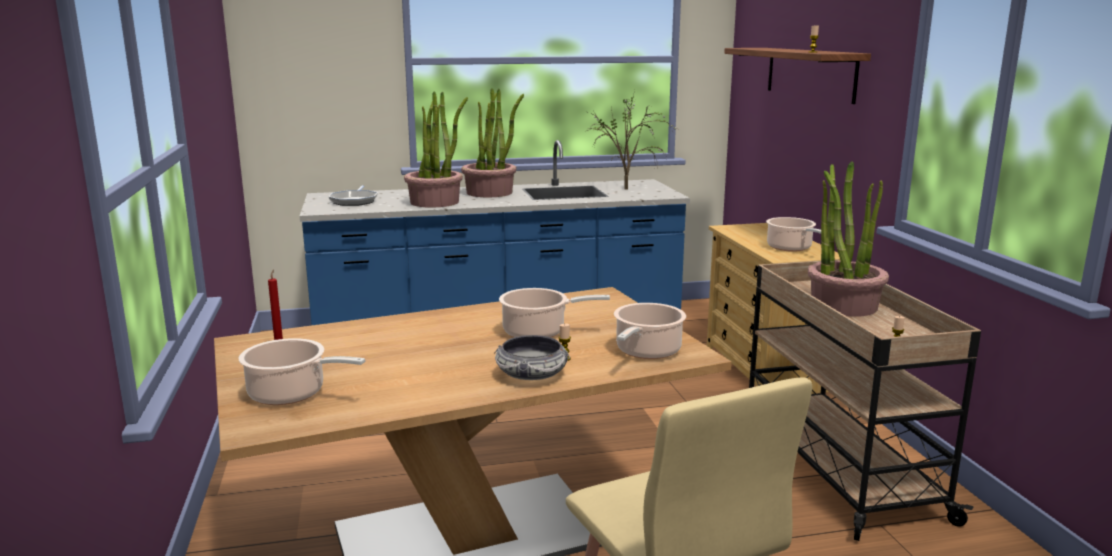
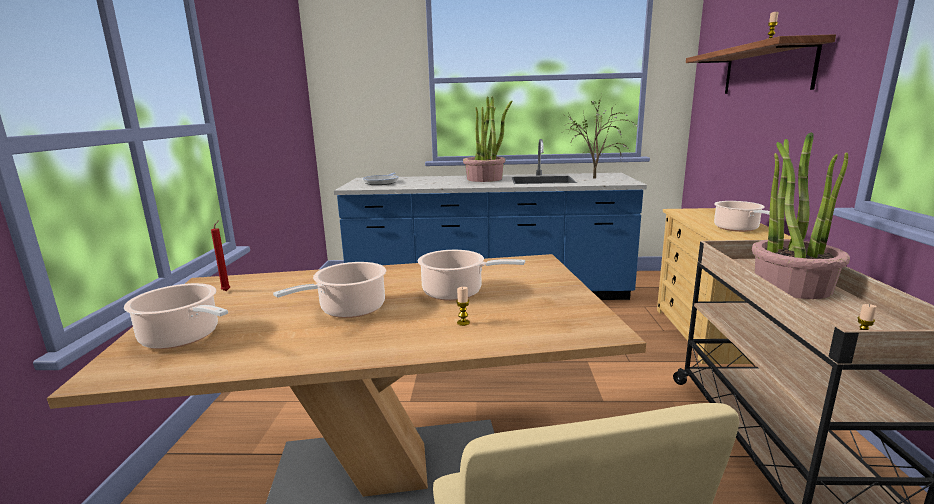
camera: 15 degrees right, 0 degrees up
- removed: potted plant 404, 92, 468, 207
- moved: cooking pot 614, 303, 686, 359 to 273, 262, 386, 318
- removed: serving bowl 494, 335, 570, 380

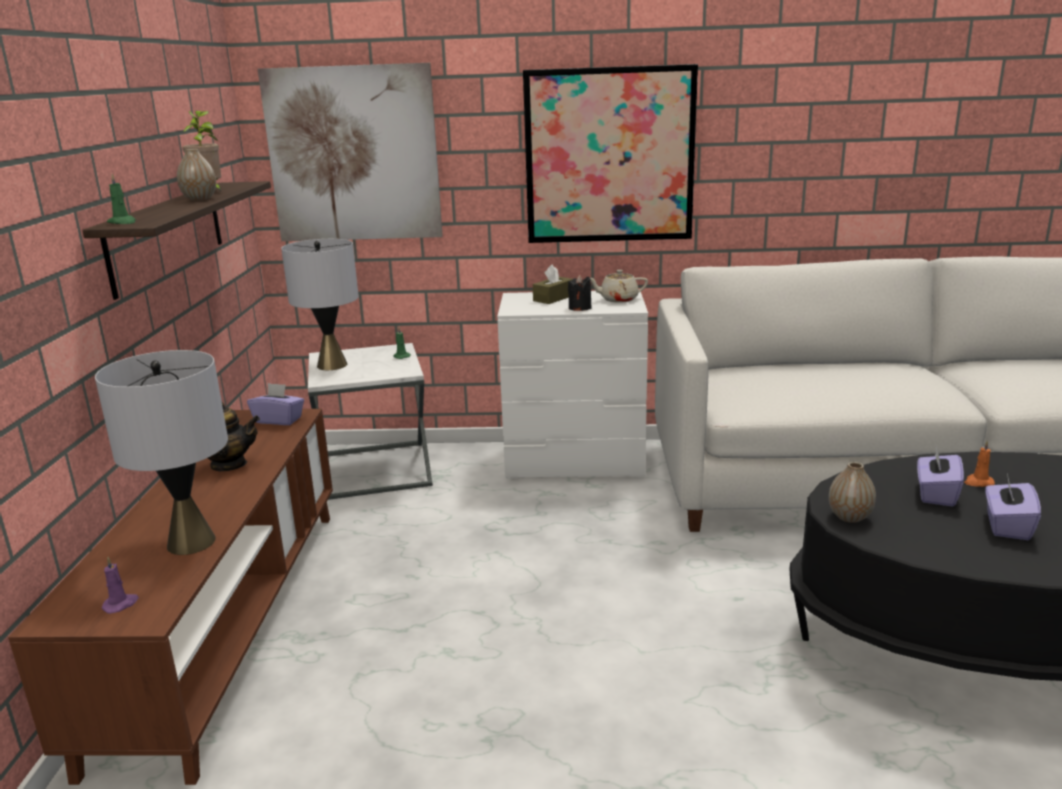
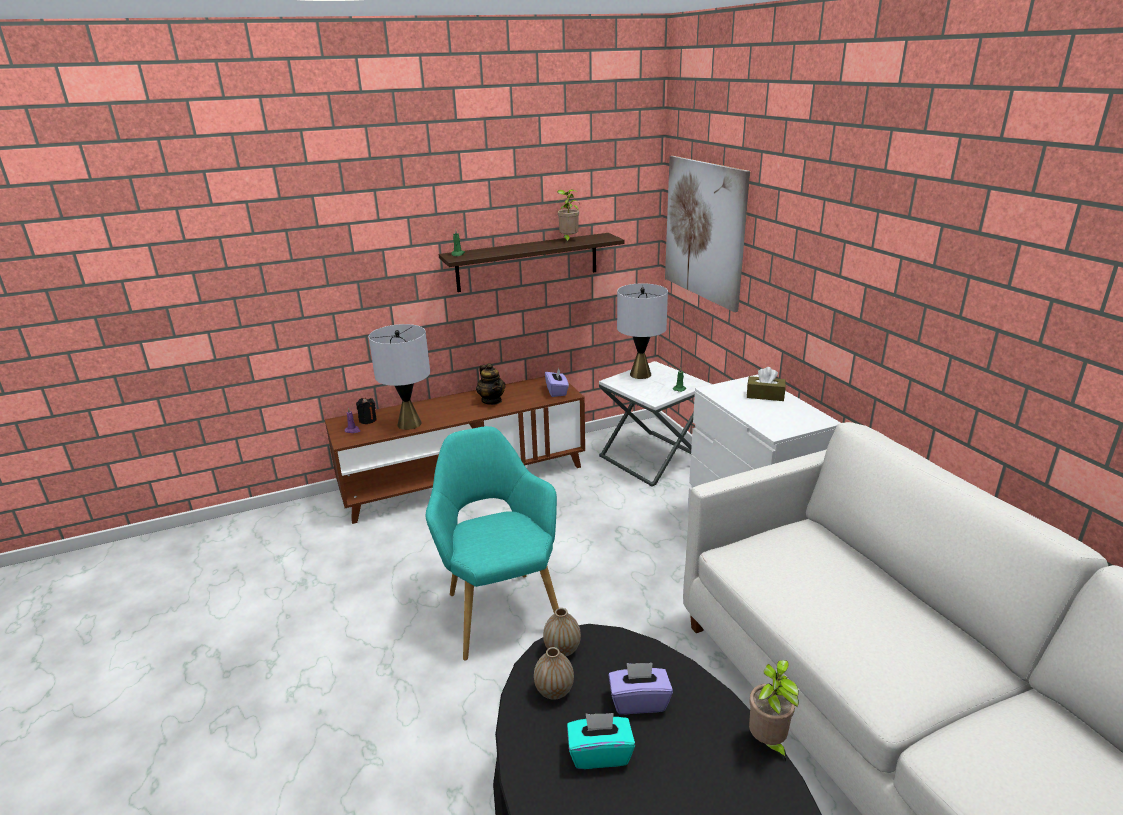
camera: 65 degrees right, 5 degrees up
- removed: wall picture 523, 64, 698, 243
- moved: decorative vase 177, 149, 216, 201 to 534, 647, 574, 700
- removed: beige-coloured teapot 590, 270, 648, 303
- moved: blackish candle 568, 275, 592, 311 to 356, 397, 377, 424
- removed: orange candle 964, 441, 995, 487
- recoloured: purple-coloured box of tissues 985, 473, 1041, 540 to turquoise-coloured box of tissues 567, 713, 635, 769
- added: turquoise-coloured easy chair 426, 426, 559, 660
- added: potted plant 749, 660, 799, 762

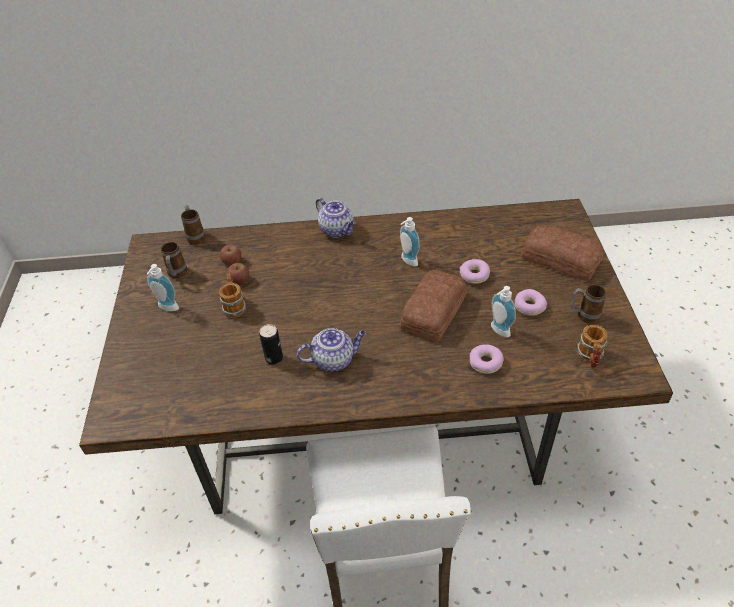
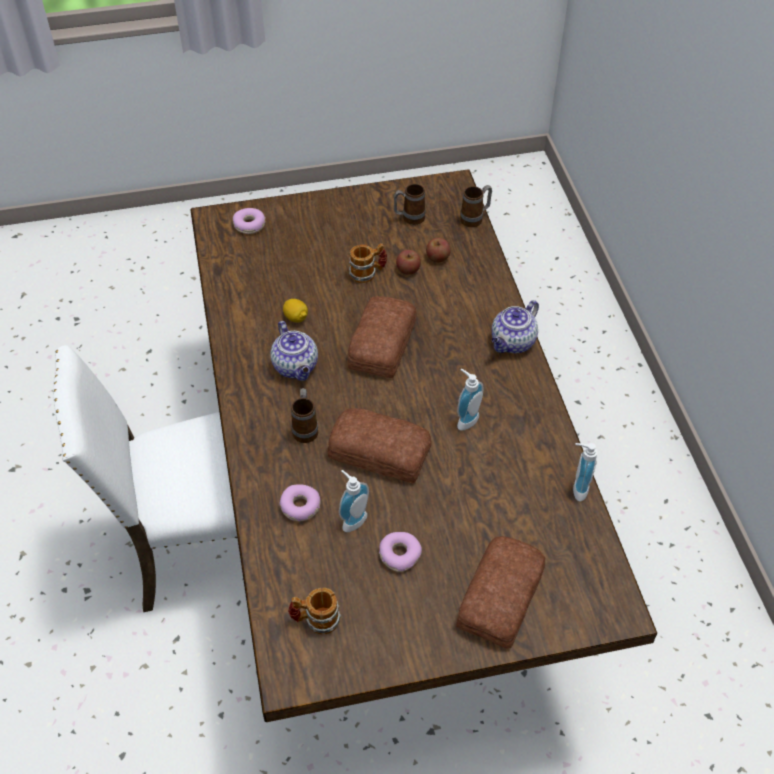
camera: 80 degrees right, 5 degrees up
- moved: ring doughnut 460, 259, 490, 284 to 233, 208, 266, 234
- moved: soap dispenser 147, 264, 179, 311 to 573, 443, 598, 502
- moved: mug 571, 284, 606, 324 to 291, 388, 318, 443
- replaced: sealed can 259, 324, 283, 364 to whole lemon 283, 299, 308, 323
- added: bread 347, 296, 417, 378

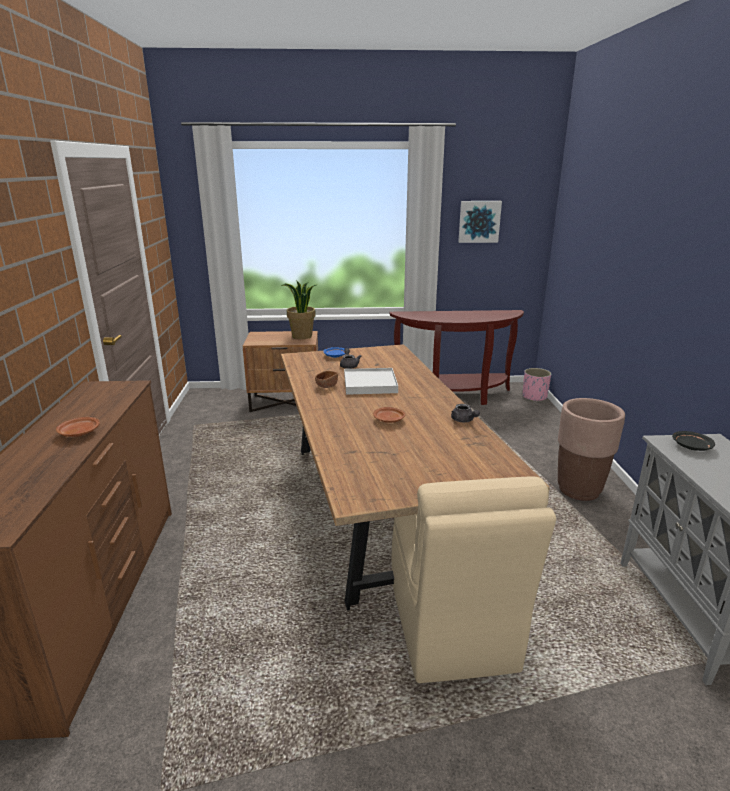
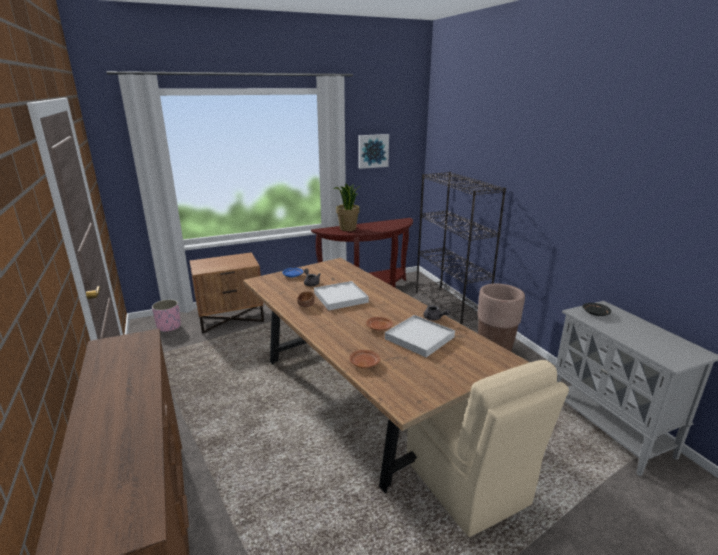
camera: 20 degrees left, 0 degrees up
- moved: potted plant 281, 280, 316, 339 to 333, 183, 360, 231
- moved: pink planter 523, 368, 551, 401 to 152, 299, 181, 333
- moved: brownish plate 56, 417, 100, 437 to 349, 350, 380, 368
- added: blackish bookcase 416, 172, 506, 324
- added: white-coloured serving tray 385, 315, 455, 357

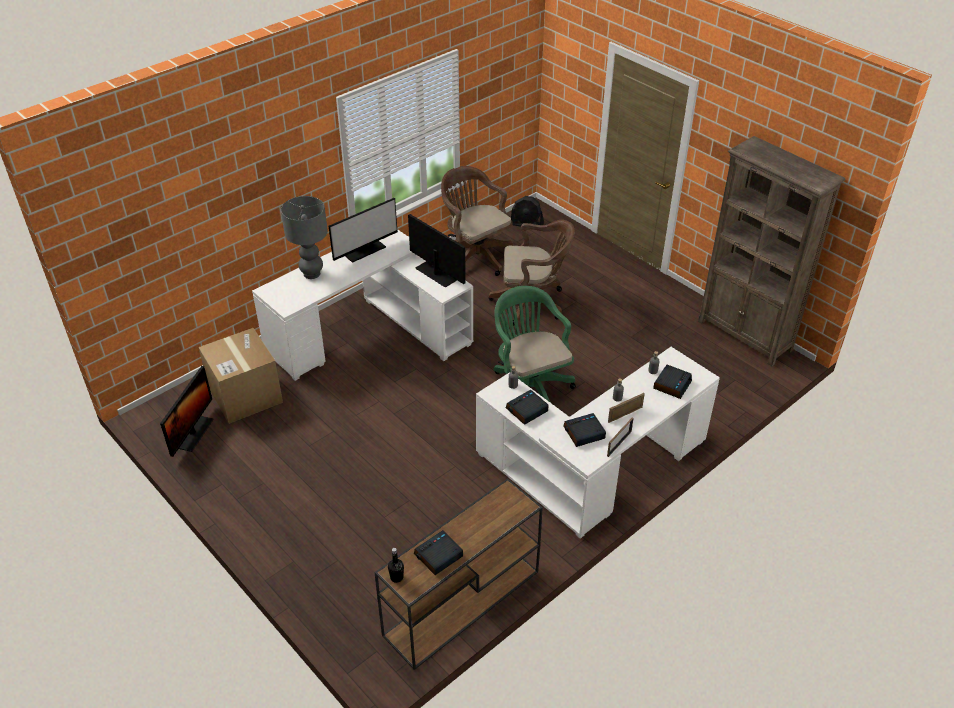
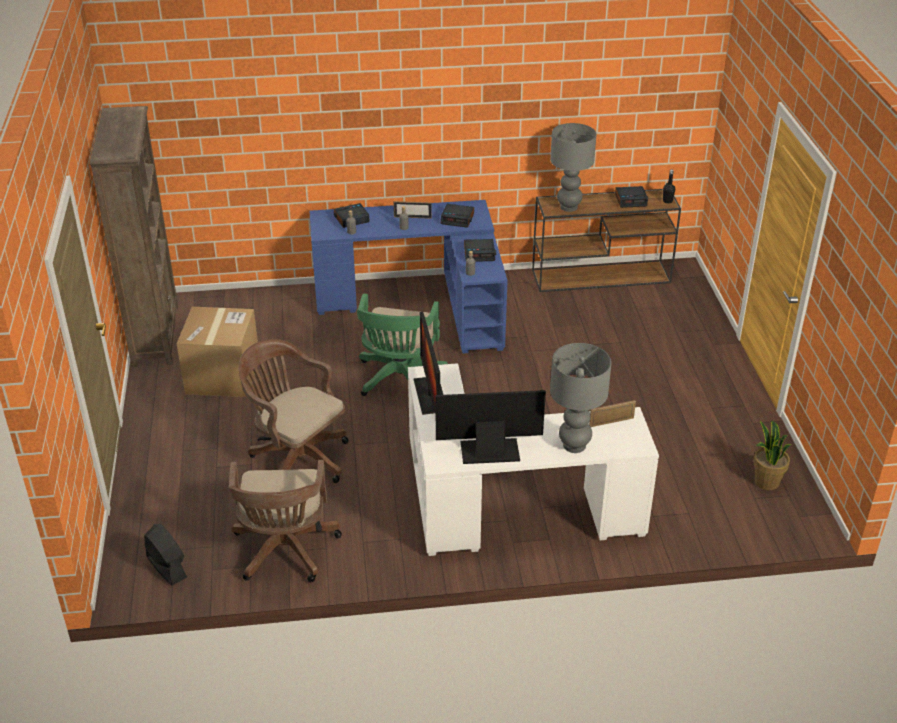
camera: 145 degrees left, 5 degrees down
- moved: carton 198, 328, 283, 424 to 177, 307, 258, 397
- recoloured: white-coloured desk 476, 347, 720, 538 to bluish desk 309, 200, 508, 354
- replaced: computer screen 160, 366, 214, 457 to potted plant 753, 421, 792, 490
- moved: standing frame 607, 417, 634, 457 to 589, 400, 636, 427
- added: greyish lamp for a table 550, 123, 597, 212

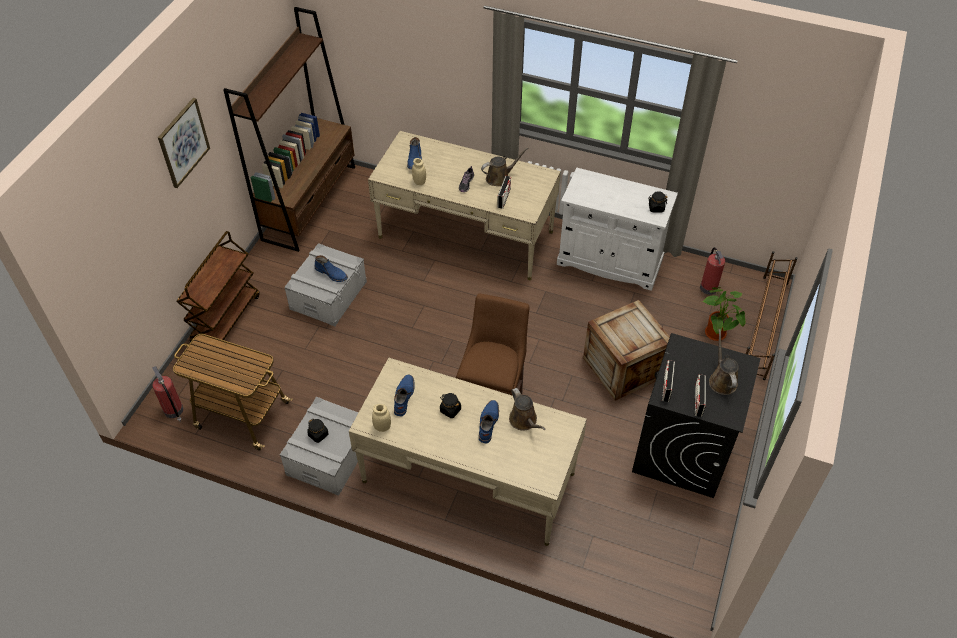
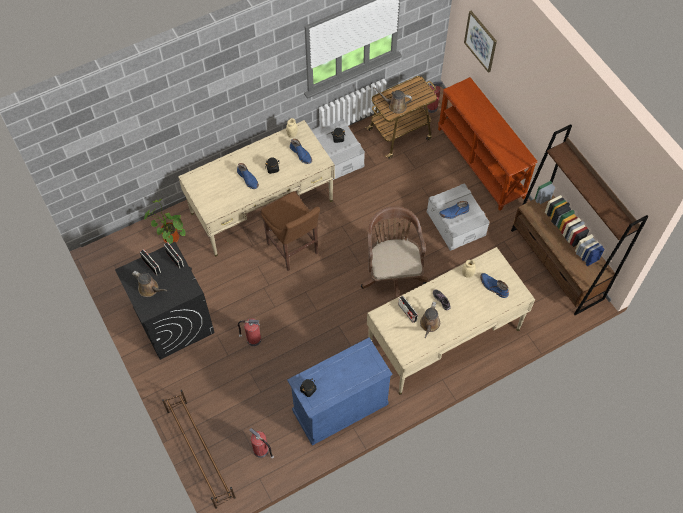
camera: 130 degrees right, 10 degrees up
- moved: wall picture 158, 98, 210, 188 to 464, 11, 497, 73
- recoloured: white-coloured cabinet 557, 167, 678, 291 to bluish cabinet 287, 338, 392, 446
- replaced: brownish cart 176, 231, 260, 342 to brownish narrow table 438, 77, 538, 211
- moved: potted plant 702, 287, 746, 341 to 144, 199, 186, 244
- replaced: crate 583, 300, 670, 401 to fire-fighting cylinder 238, 318, 261, 346
- moved: brownish watering can 509, 388, 546, 431 to 374, 87, 412, 114
- added: brownish desk chair 361, 206, 428, 298

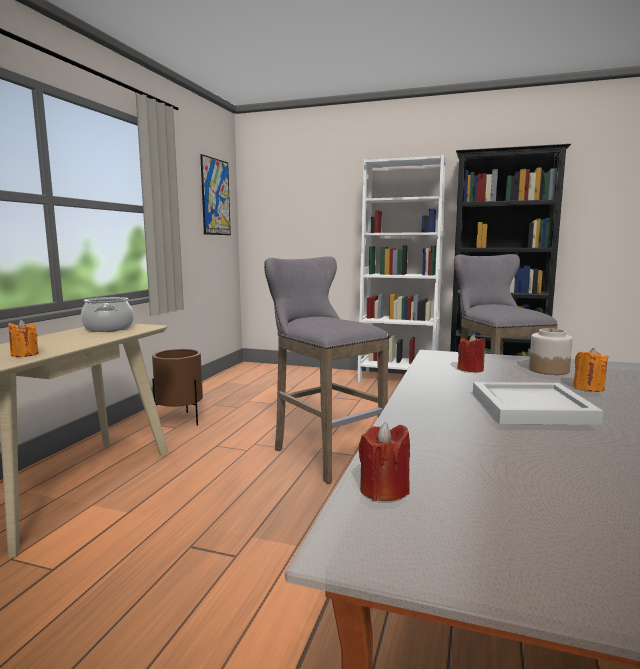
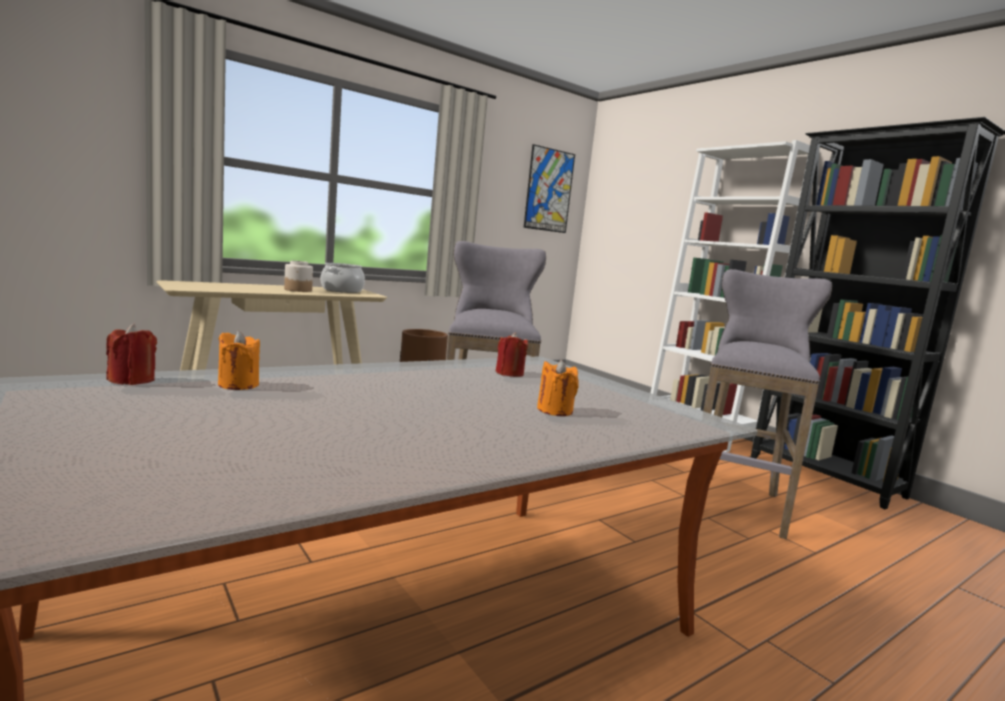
camera: 35 degrees right, 0 degrees up
- moved: orange candle 8, 320, 39, 357 to 218, 331, 260, 390
- moved: storage jar 529, 328, 573, 375 to 284, 261, 313, 292
- removed: white-coloured serving tray 473, 382, 603, 425

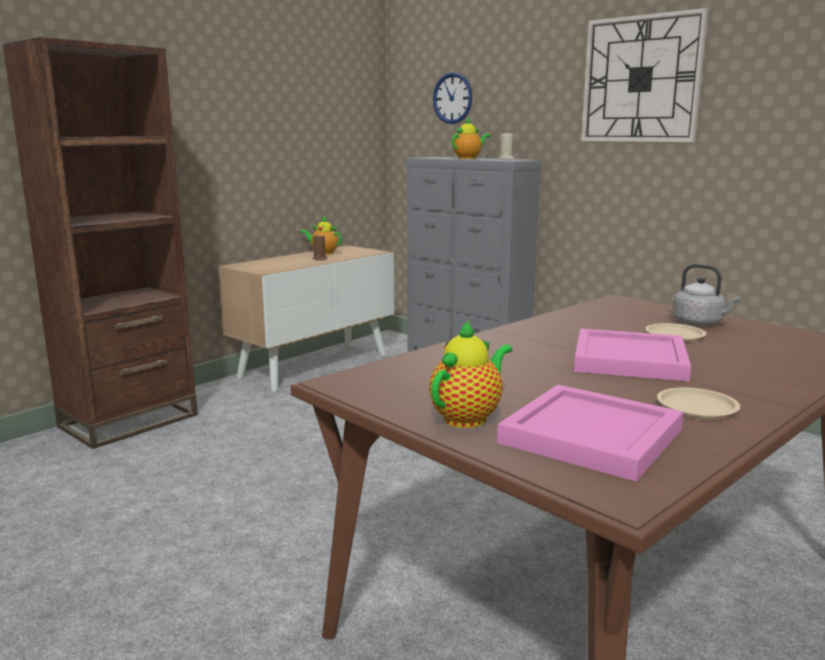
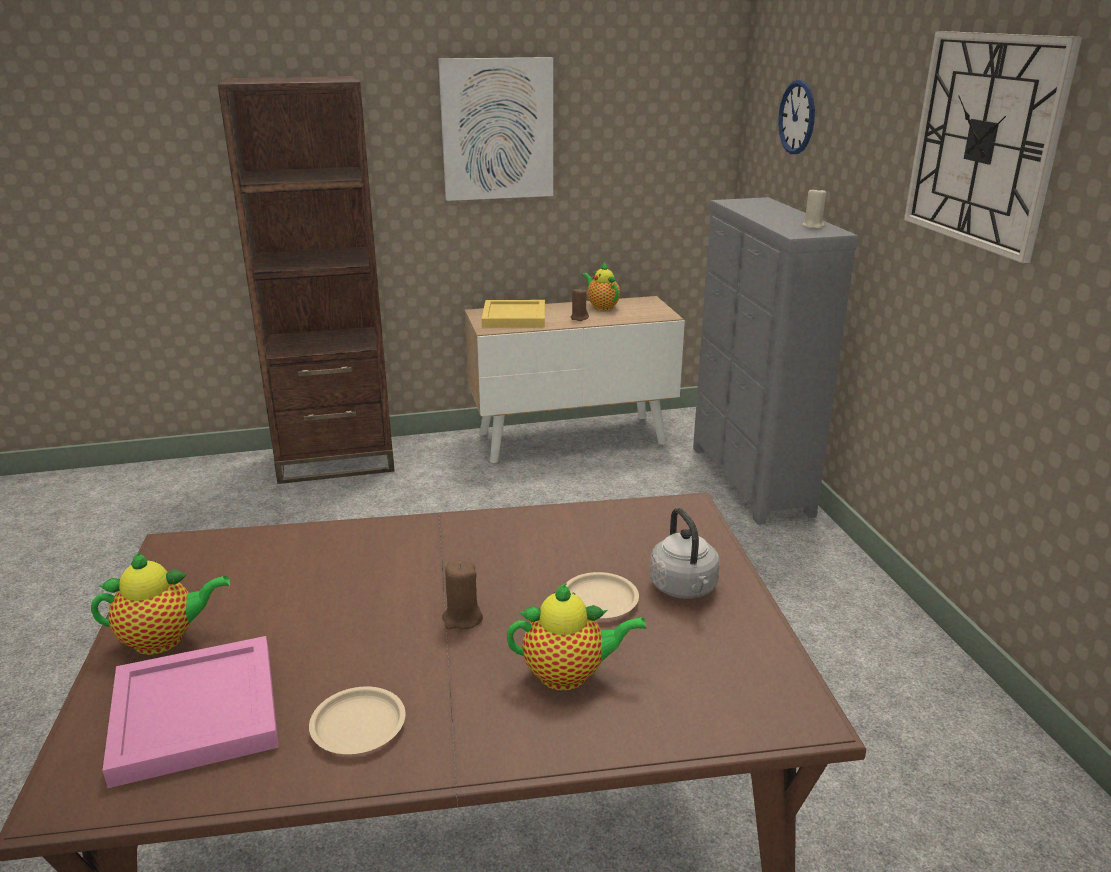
camera: 35 degrees right, 10 degrees up
- moved: teapot 452, 117, 491, 159 to 507, 583, 647, 691
- replaced: pink serving tray 574, 329, 691, 381 to brownish candle 442, 560, 483, 629
- added: wall picture 438, 57, 553, 201
- added: yellowish serving tray 482, 300, 545, 327

